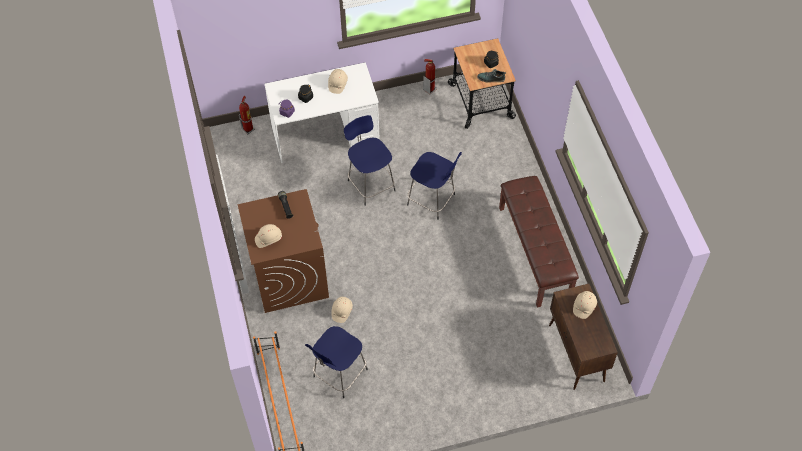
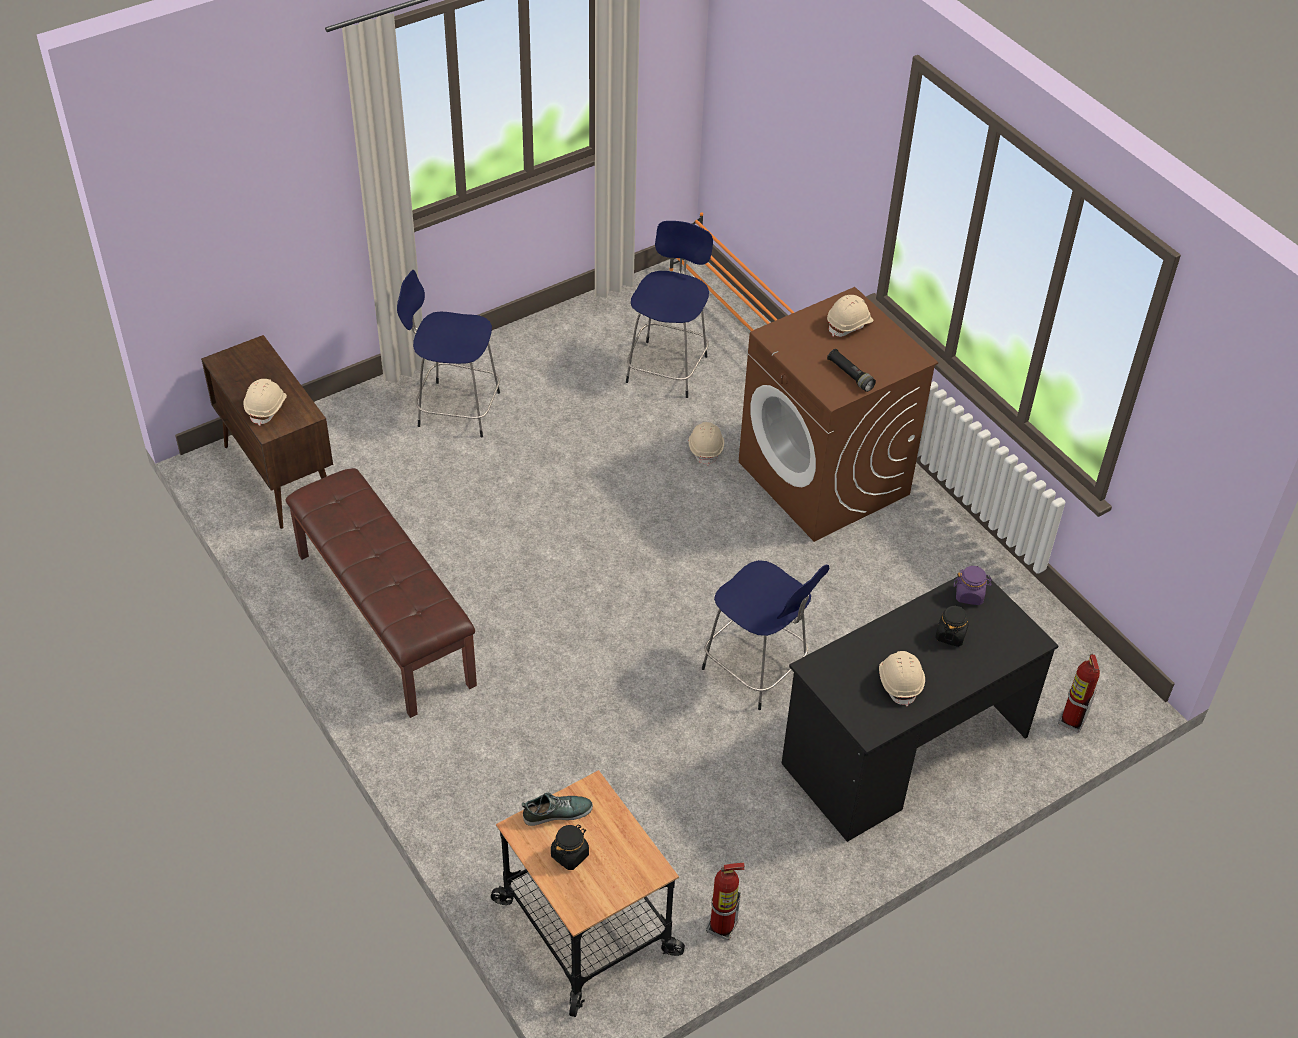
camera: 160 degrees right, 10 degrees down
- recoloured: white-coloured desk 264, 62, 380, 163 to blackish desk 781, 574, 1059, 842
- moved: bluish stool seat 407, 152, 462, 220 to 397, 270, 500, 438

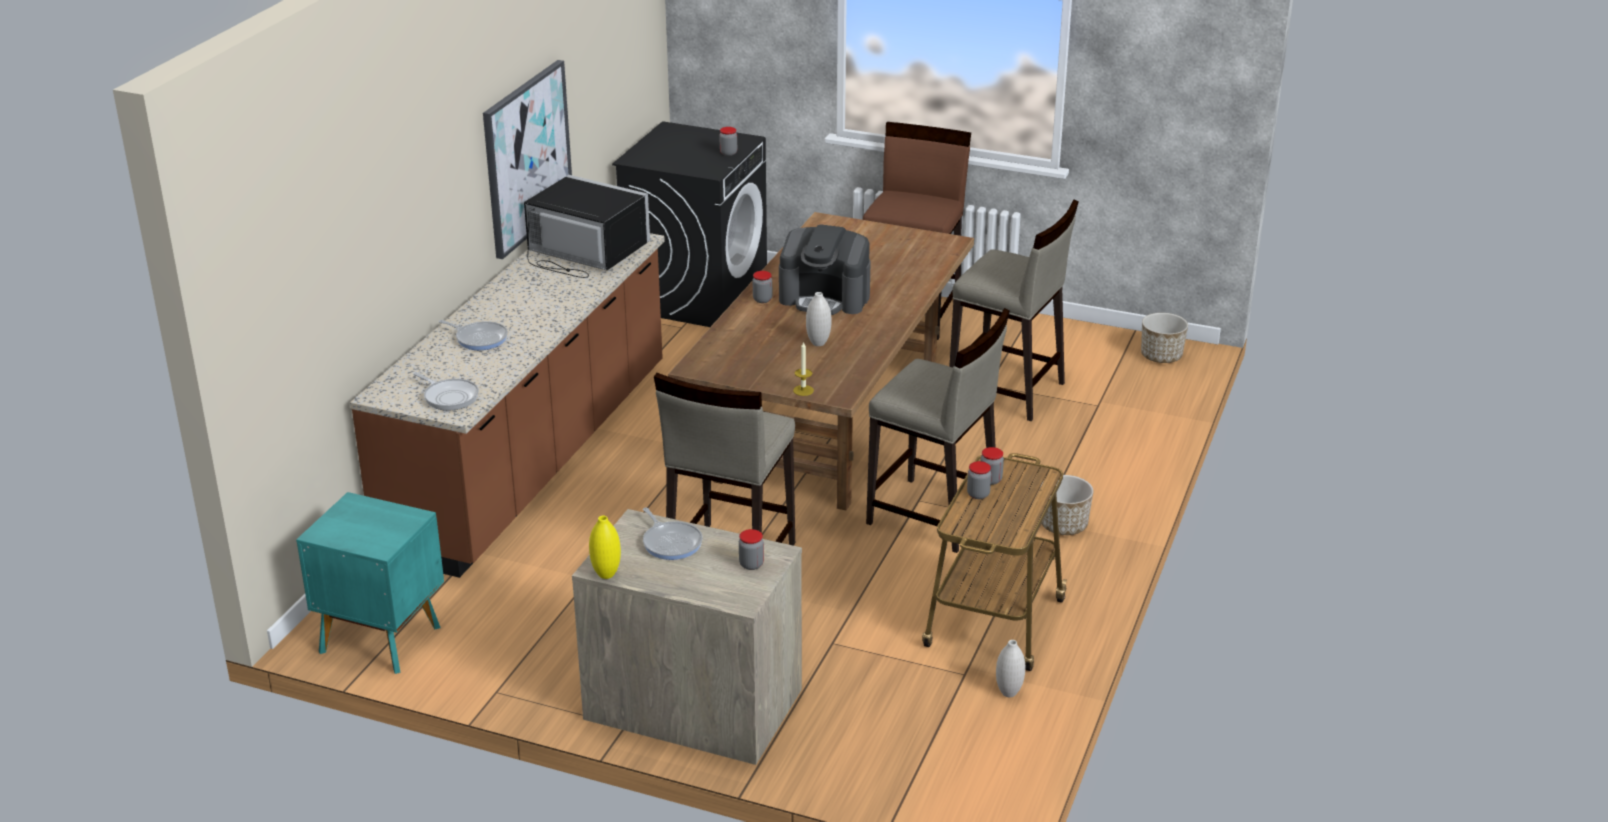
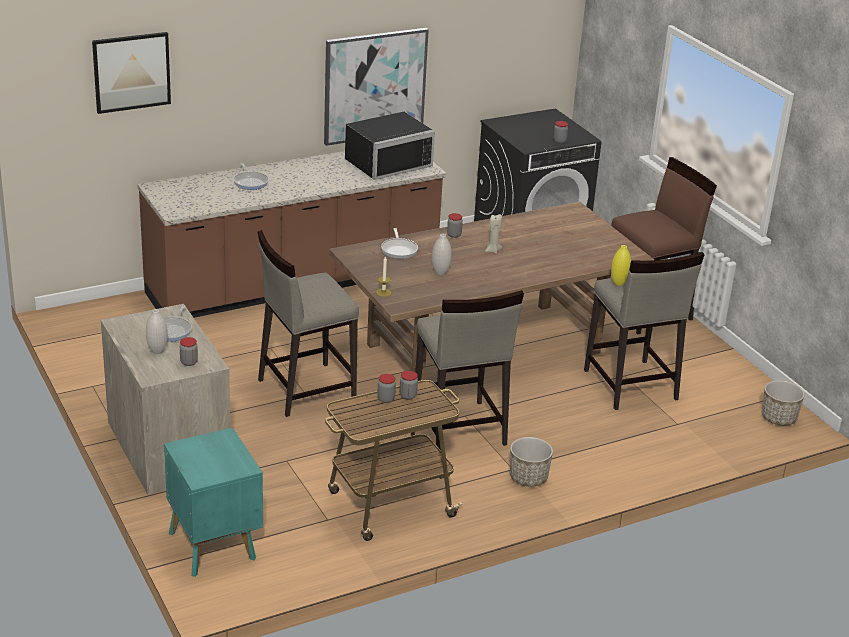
camera: 40 degrees right, 0 degrees up
- turned: blackish microwave 524, 175, 650, 278 = 345, 112, 435, 180 75 degrees clockwise
- replaced: coffee brewer 779, 225, 871, 315 to beige-coloured candle 485, 214, 502, 254
- moved: skillet 413, 372, 479, 410 to 381, 228, 418, 259
- moved: turquoise-coloured bedside table 296, 492, 444, 674 to 164, 427, 263, 577
- moved: yellowish decorative vase 589, 516, 621, 579 to 611, 245, 631, 286
- moved: white-coloured decorative vase 996, 640, 1025, 697 to 146, 309, 168, 354
- added: wall picture 92, 32, 171, 114

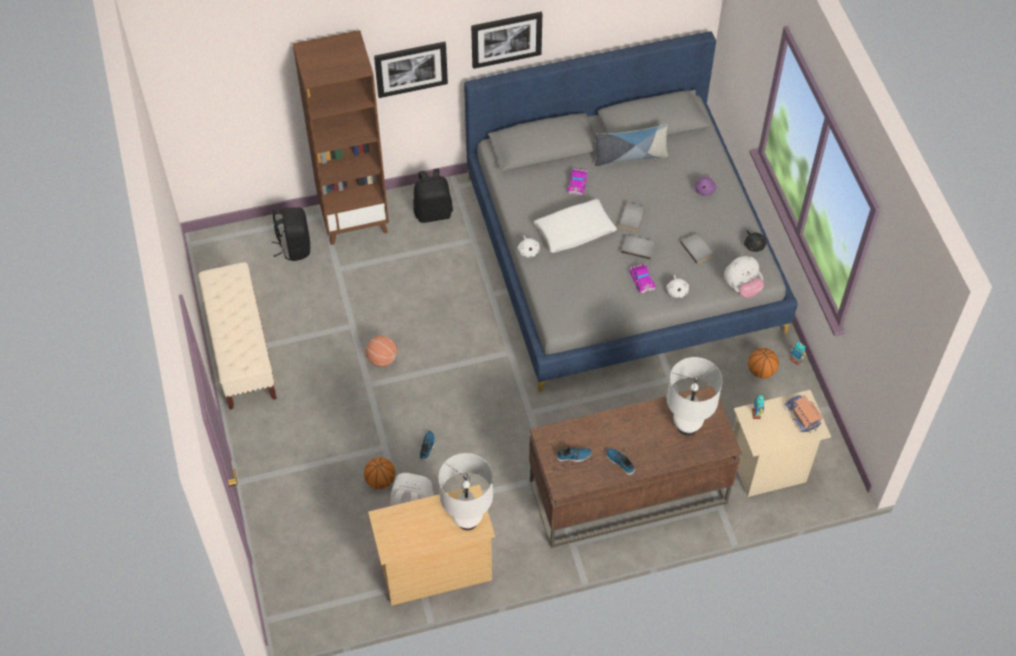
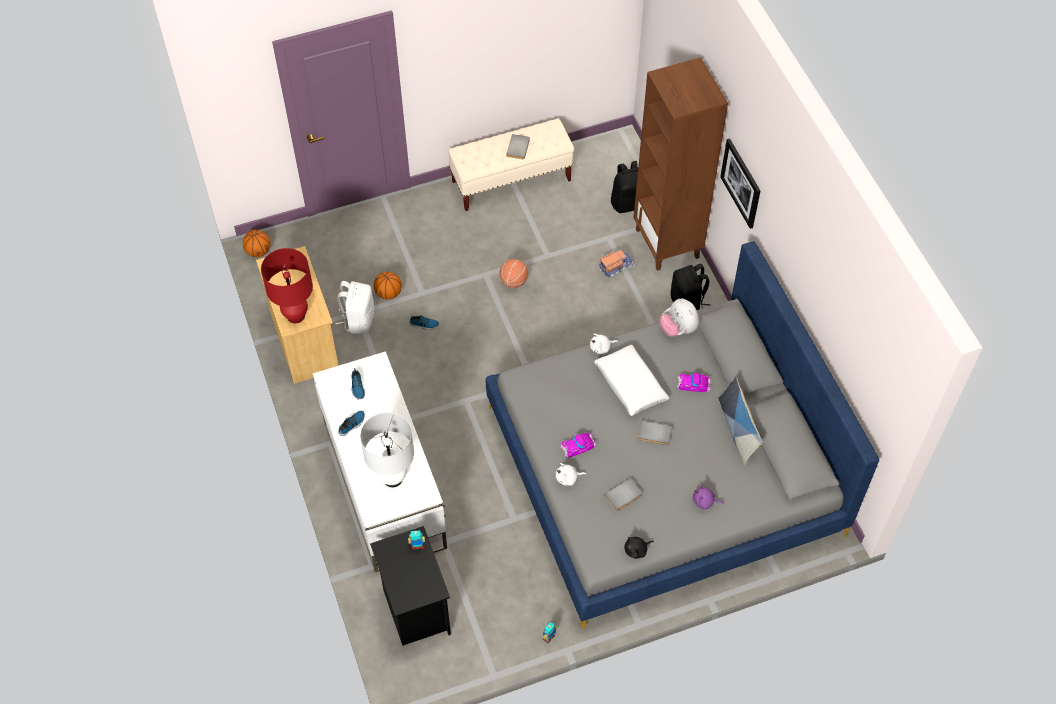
camera: 85 degrees right, 0 degrees up
- removed: wall picture 471, 12, 542, 69
- moved: greyish bound book 621, 235, 656, 260 to 506, 134, 530, 159
- moved: plush toy 724, 256, 764, 298 to 659, 299, 700, 337
- moved: basketball 748, 348, 779, 378 to 243, 230, 271, 257
- recoloured: brownish desk 529, 386, 742, 548 to white-coloured desk 313, 351, 447, 572
- recoloured: beige-coloured bedside table 733, 390, 831, 497 to blackish bedside table 370, 526, 451, 646
- moved: toy truck 784, 395, 823, 433 to 599, 250, 634, 278
- recoloured: white-coloured lamp for a table 438, 453, 493, 530 to reddish lamp for a table 261, 248, 313, 323

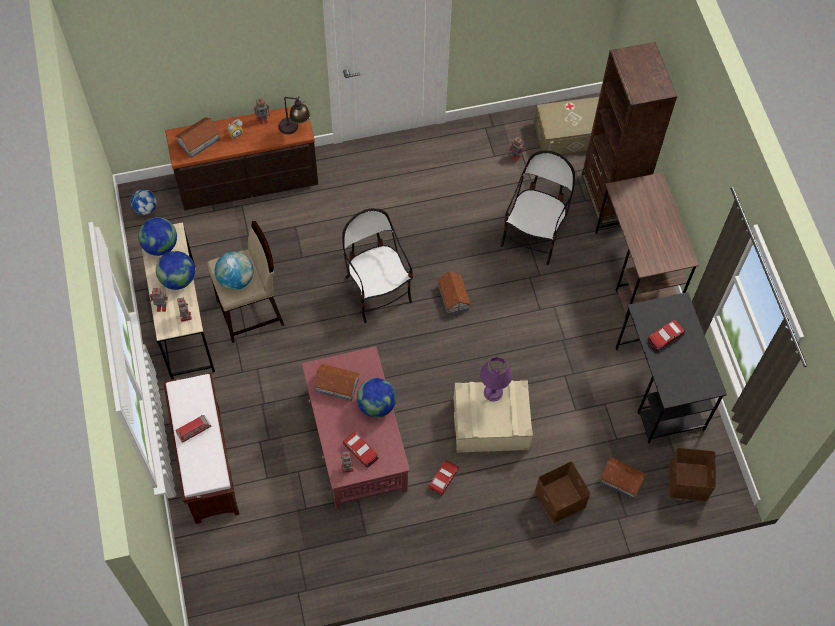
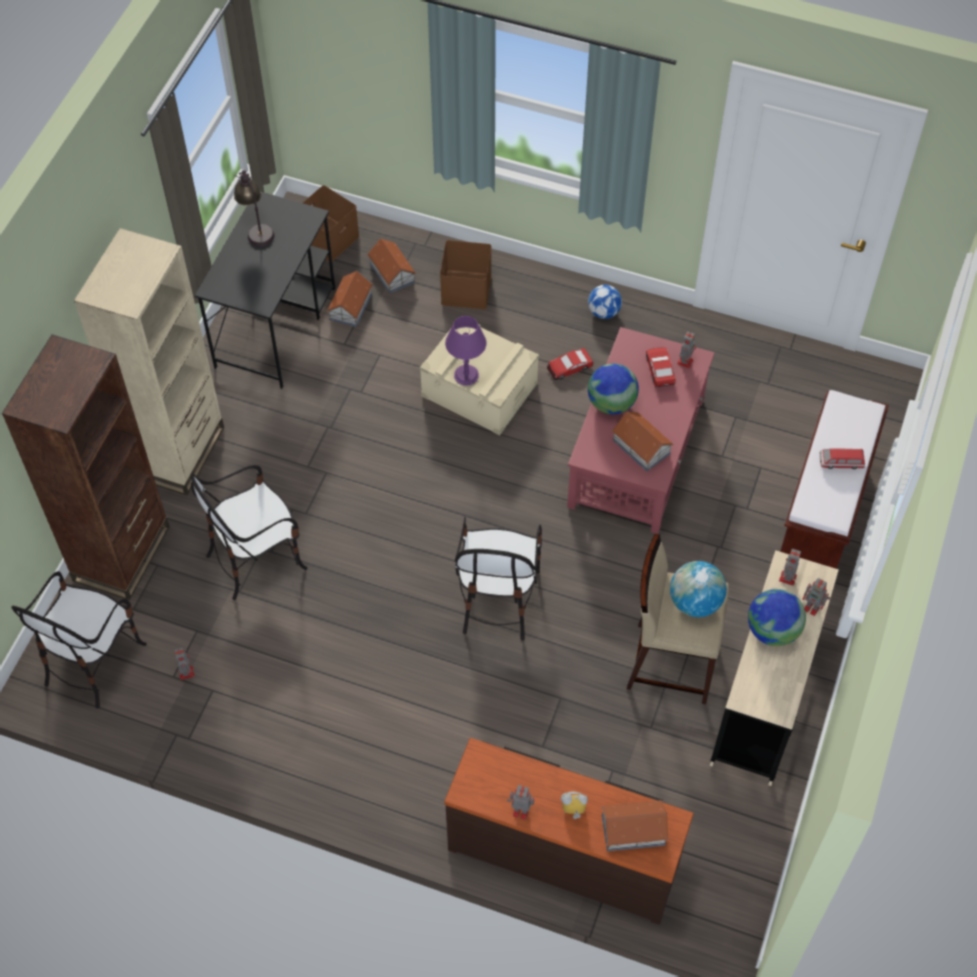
camera: 145 degrees left, 5 degrees down
- moved: lamp for a table 279, 96, 310, 135 to 234, 170, 275, 246
- replaced: beige-coloured storage box 534, 97, 599, 154 to chair 11, 571, 147, 709
- replaced: brownish desk 595, 172, 699, 318 to beige-coloured bookcase 74, 228, 224, 496
- moved: football ball 131, 189, 157, 215 to 588, 285, 622, 319
- removed: desk globe 138, 217, 177, 256
- moved: miniature house 437, 271, 471, 315 to 327, 271, 373, 327
- removed: miniature car 647, 320, 685, 351

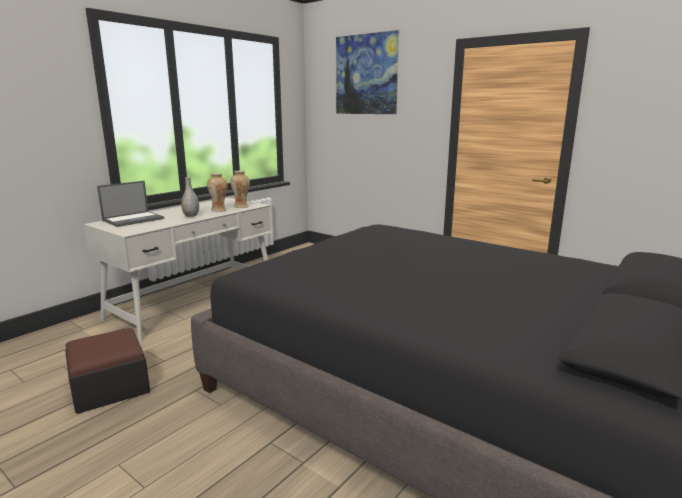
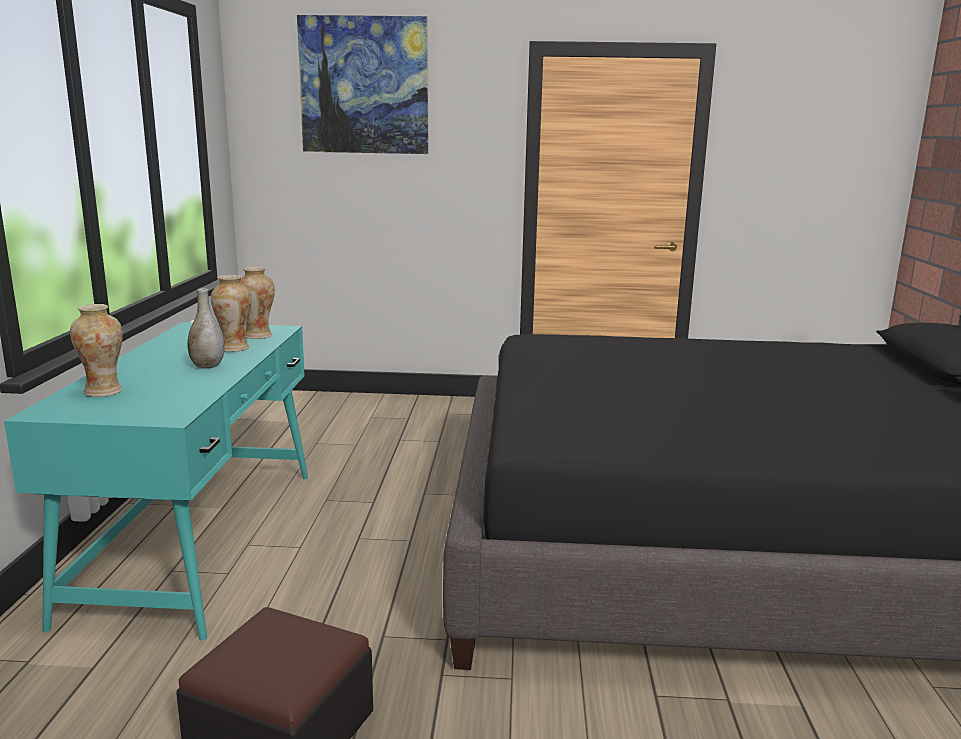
camera: 35 degrees left, 0 degrees up
- replaced: laptop 97, 181, 164, 227 to decorative vase 70, 304, 123, 397
- recoloured: white-coloured desk 84, 198, 272, 342 to turquoise-coloured desk 4, 322, 308, 640

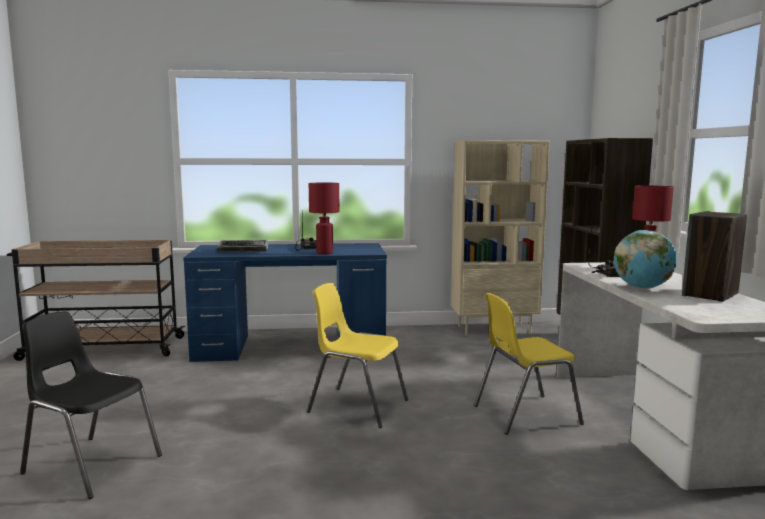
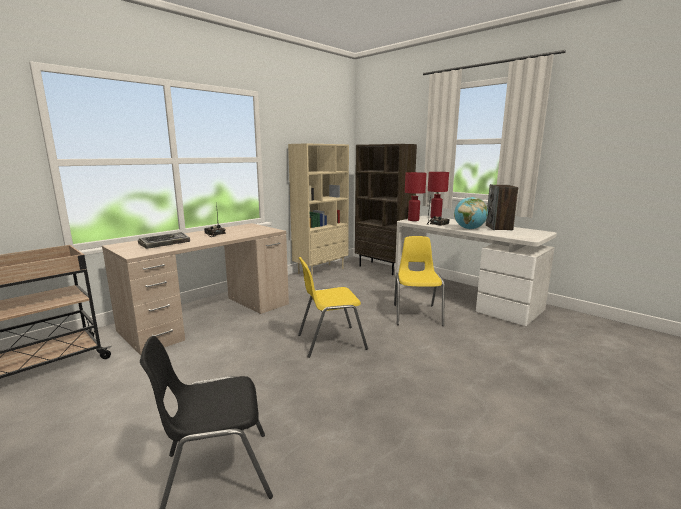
camera: 40 degrees left, 5 degrees up
- moved: reddish lamp for a table 309, 183, 339, 254 to 405, 172, 427, 221
- recoloured: bluish desk 183, 243, 387, 362 to beige-coloured desk 102, 223, 289, 355
- turned: yellowish chair 474, 293, 584, 435 = 394, 236, 445, 326 150 degrees clockwise

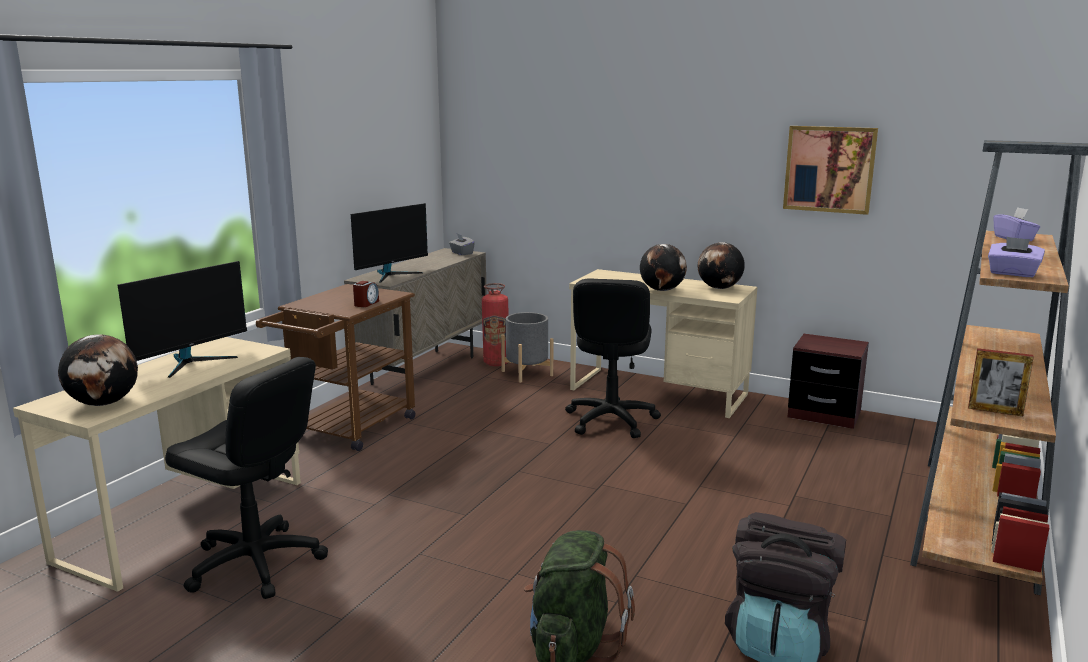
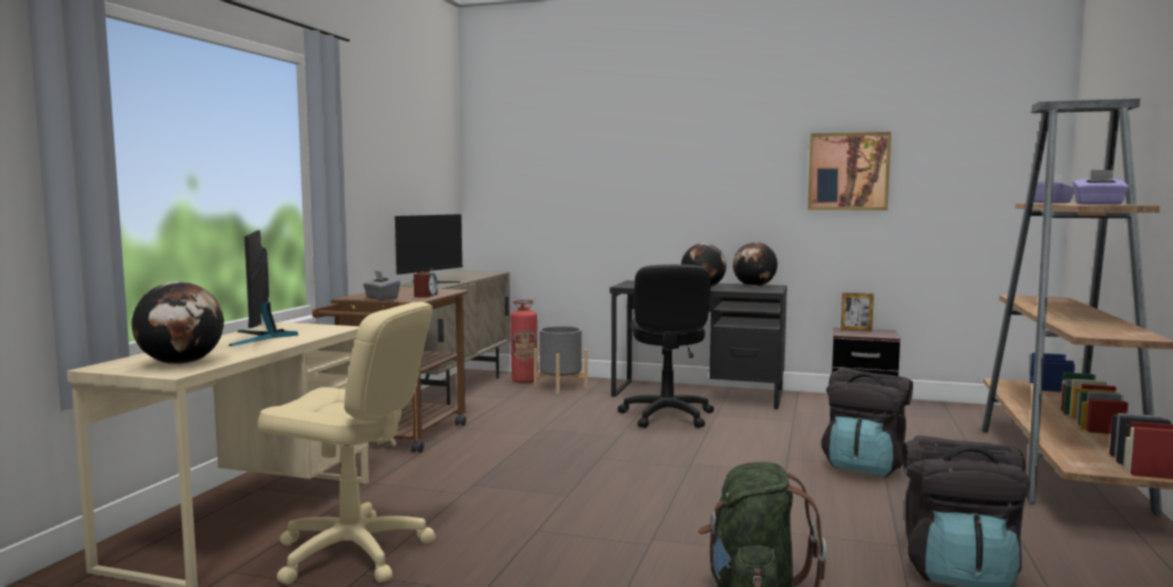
camera: 10 degrees left, 10 degrees down
- moved: greyish box of tissues 449, 234, 475, 255 to 363, 270, 400, 300
- turned: computer screen 118, 261, 247, 378 = 229, 230, 298, 346 135 degrees clockwise
- recoloured: beige-coloured desk 569, 269, 757, 418 to blackish desk 610, 280, 787, 409
- moved: standing frame 968, 348, 1034, 416 to 841, 293, 874, 332
- recoloured: blackish desk chair 165, 357, 328, 599 to beige-coloured desk chair 258, 302, 435, 585
- added: blackish knapsack 821, 368, 913, 477

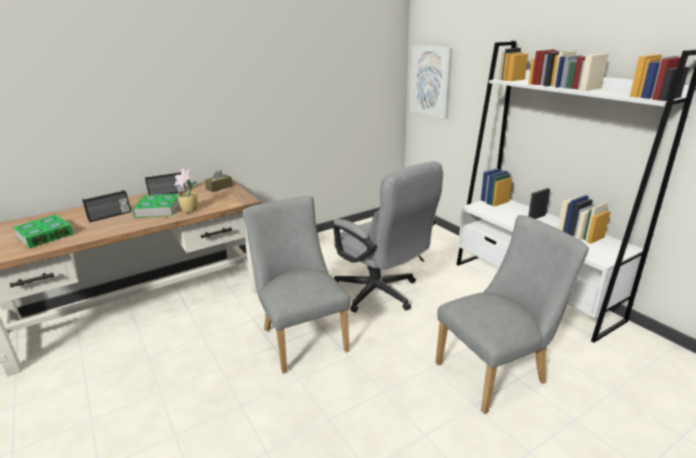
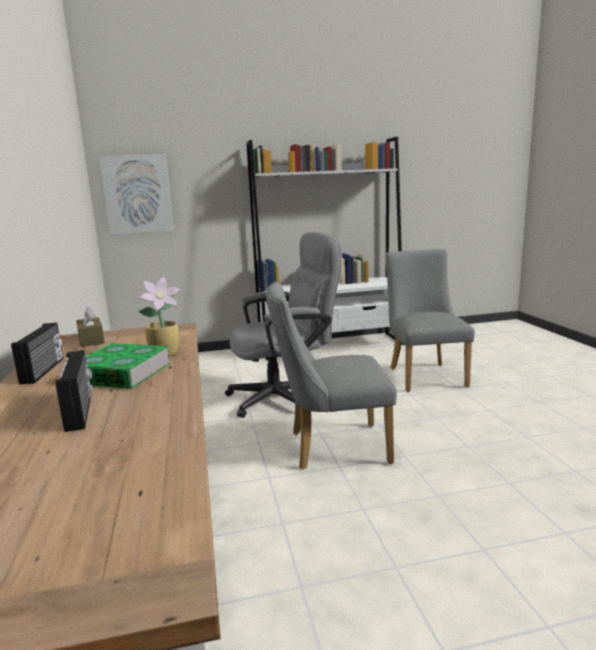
camera: 70 degrees left, 10 degrees down
- removed: bound book 12, 215, 74, 249

